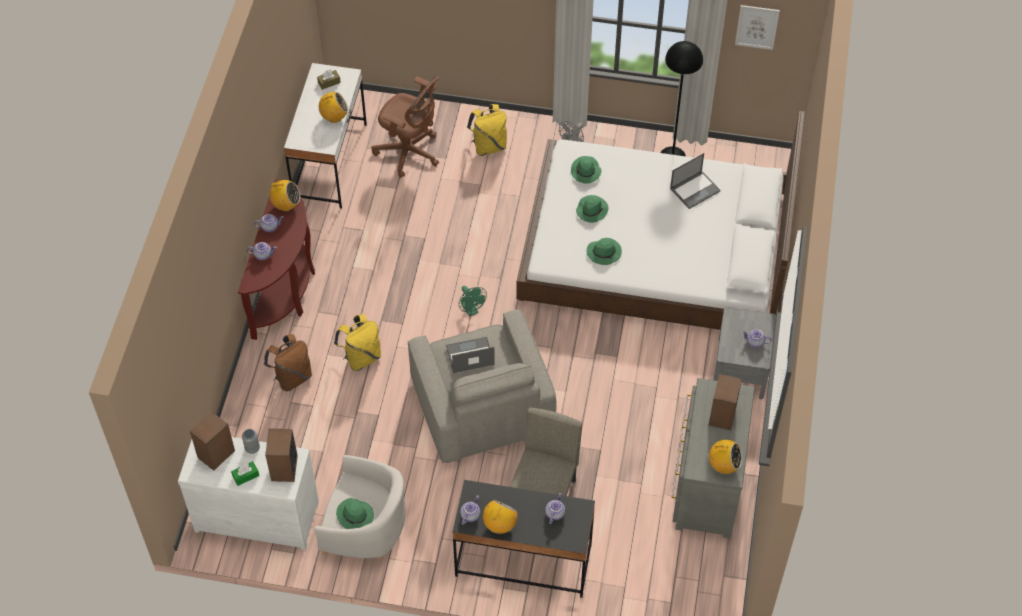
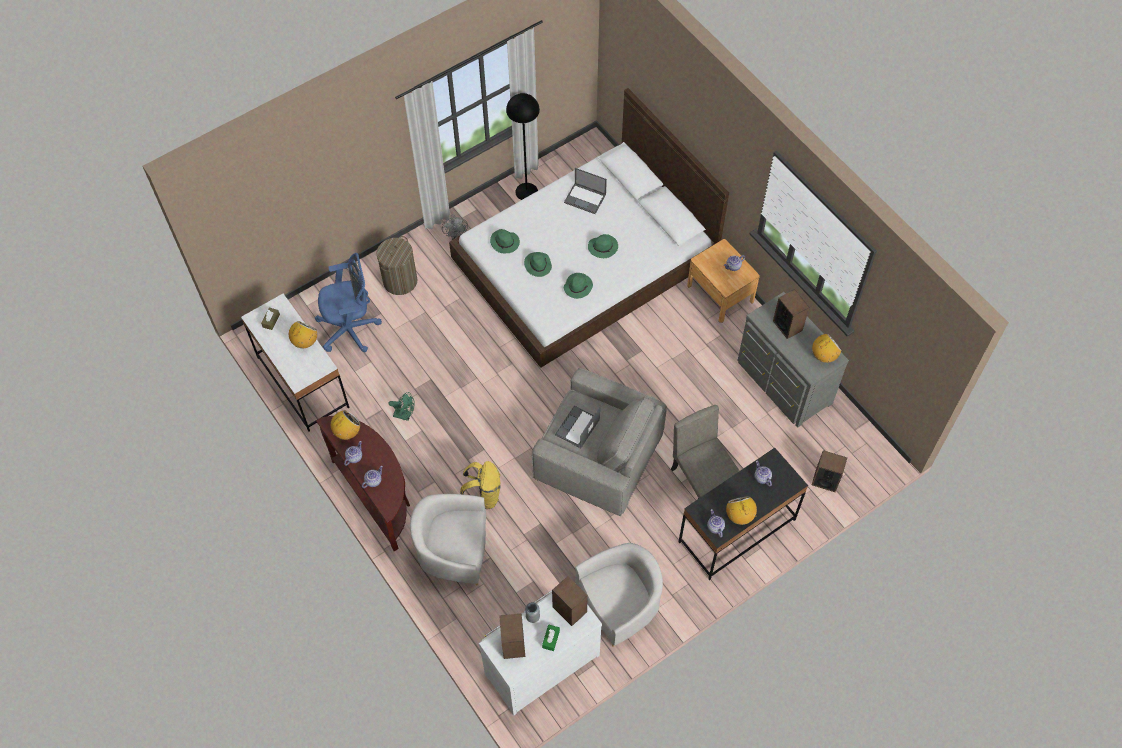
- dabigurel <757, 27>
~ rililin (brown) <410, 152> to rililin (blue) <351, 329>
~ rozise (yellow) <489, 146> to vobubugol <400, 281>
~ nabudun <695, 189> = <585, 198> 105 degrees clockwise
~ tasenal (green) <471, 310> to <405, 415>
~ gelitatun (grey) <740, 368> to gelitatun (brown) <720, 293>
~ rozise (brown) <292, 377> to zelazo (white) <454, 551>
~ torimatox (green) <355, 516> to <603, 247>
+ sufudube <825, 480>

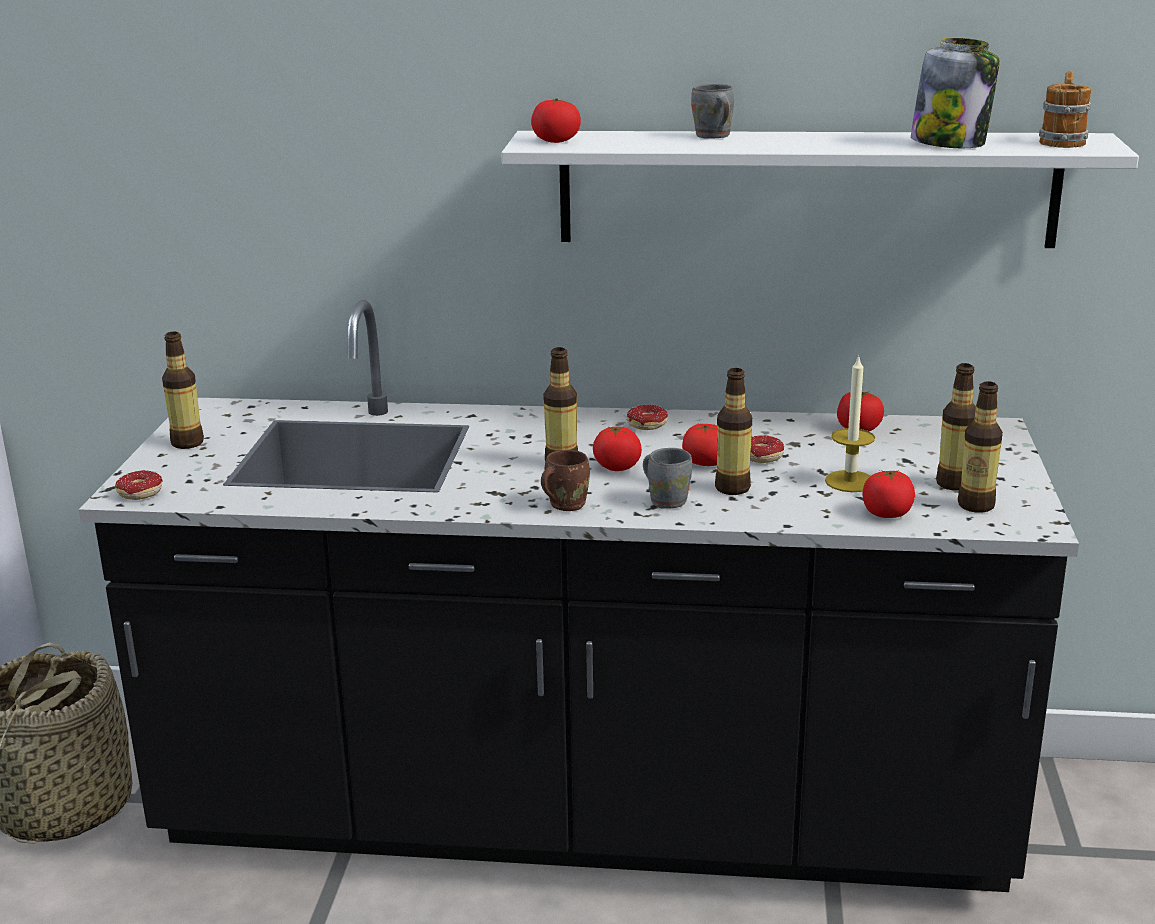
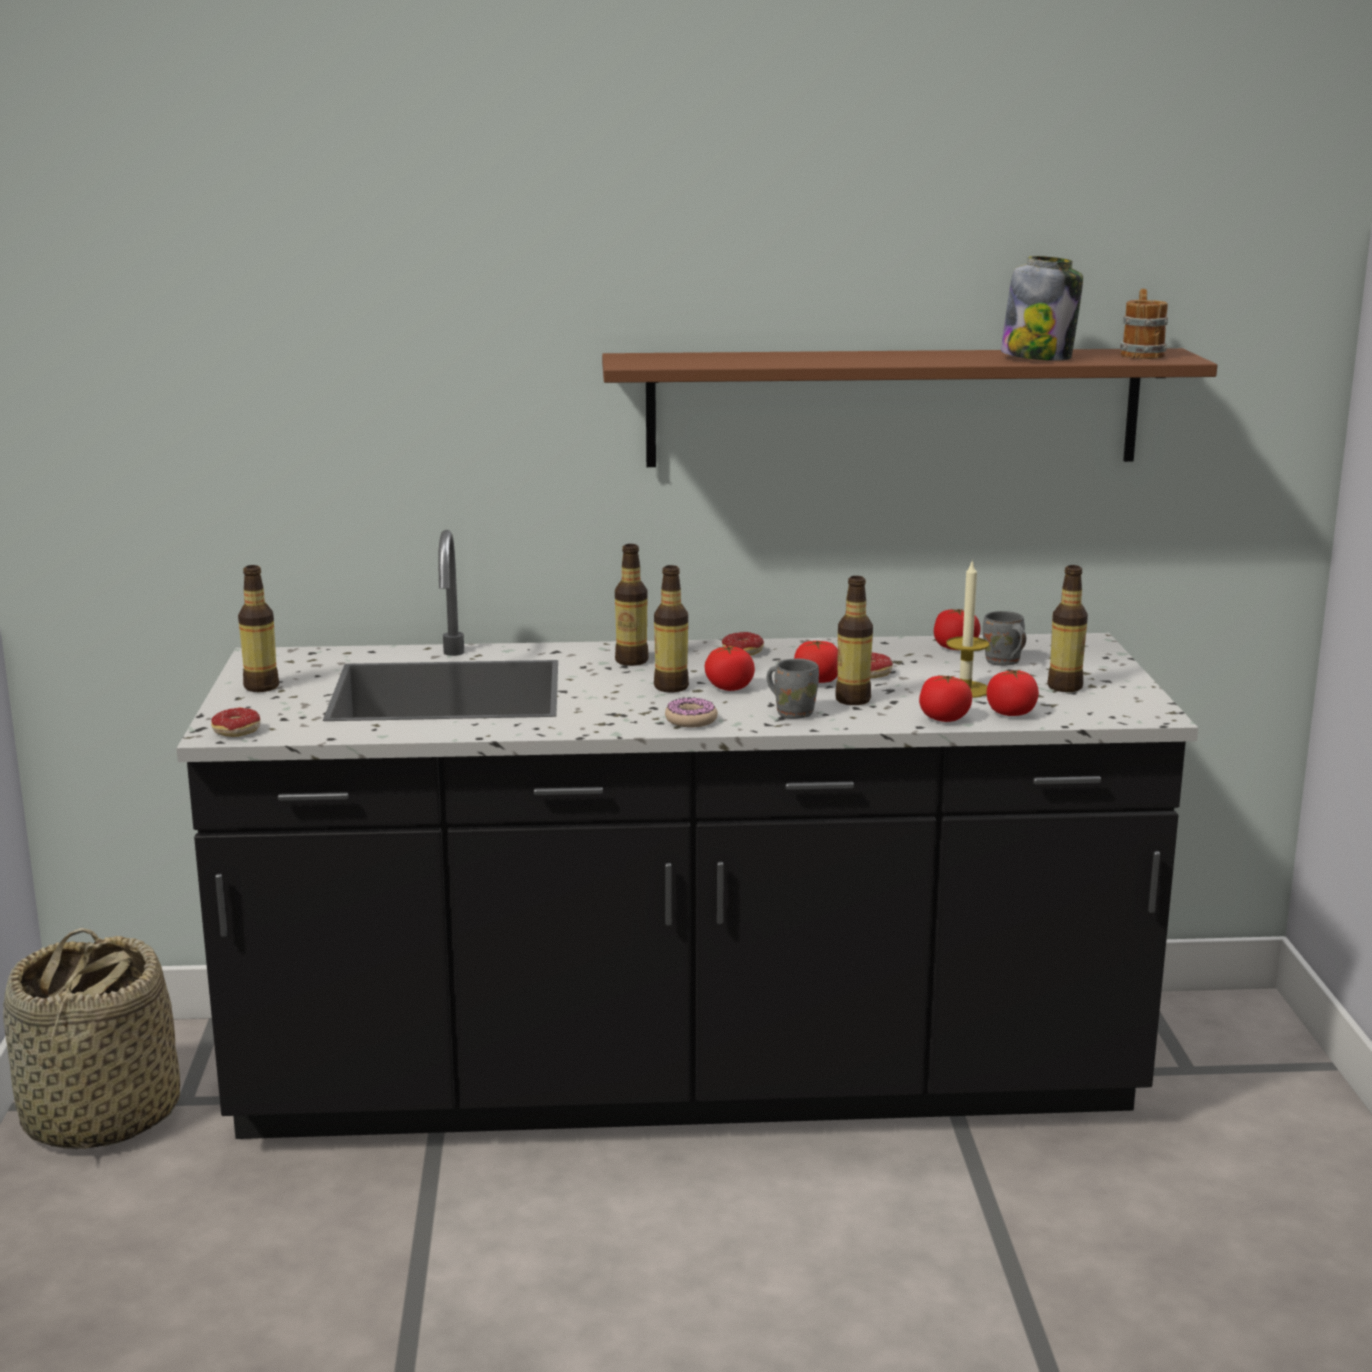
~ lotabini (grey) <711, 136> to <1002, 662>
~ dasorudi <556, 141> to <944, 718>
~ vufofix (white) <806, 188> to vufofix (brown) <893, 407>
~ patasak <976, 505> to <631, 661>
~ lotabini (brown) <564, 504> to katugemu <691, 720>

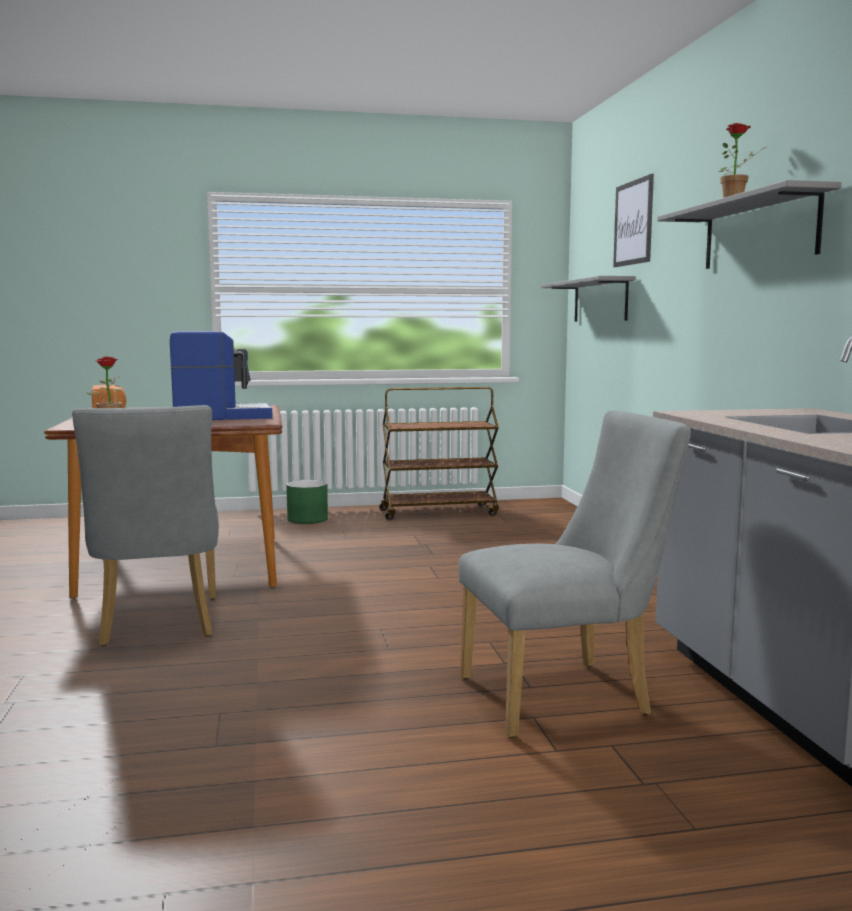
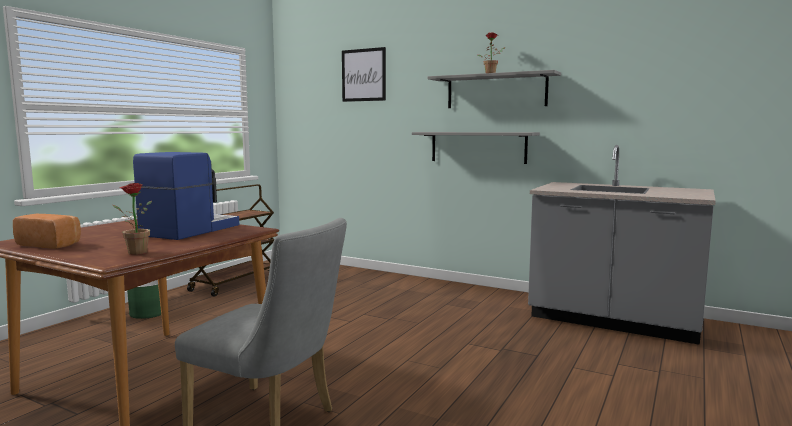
~ vufofix (grey) <600, 301> to <478, 147>
- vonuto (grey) <566, 695>

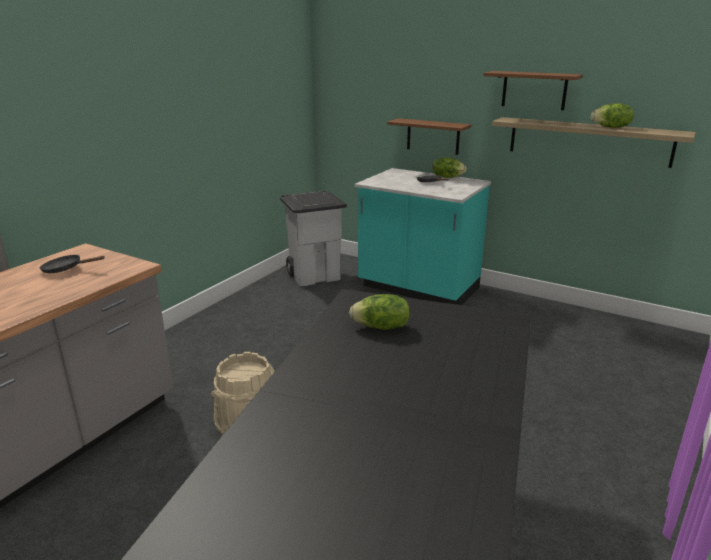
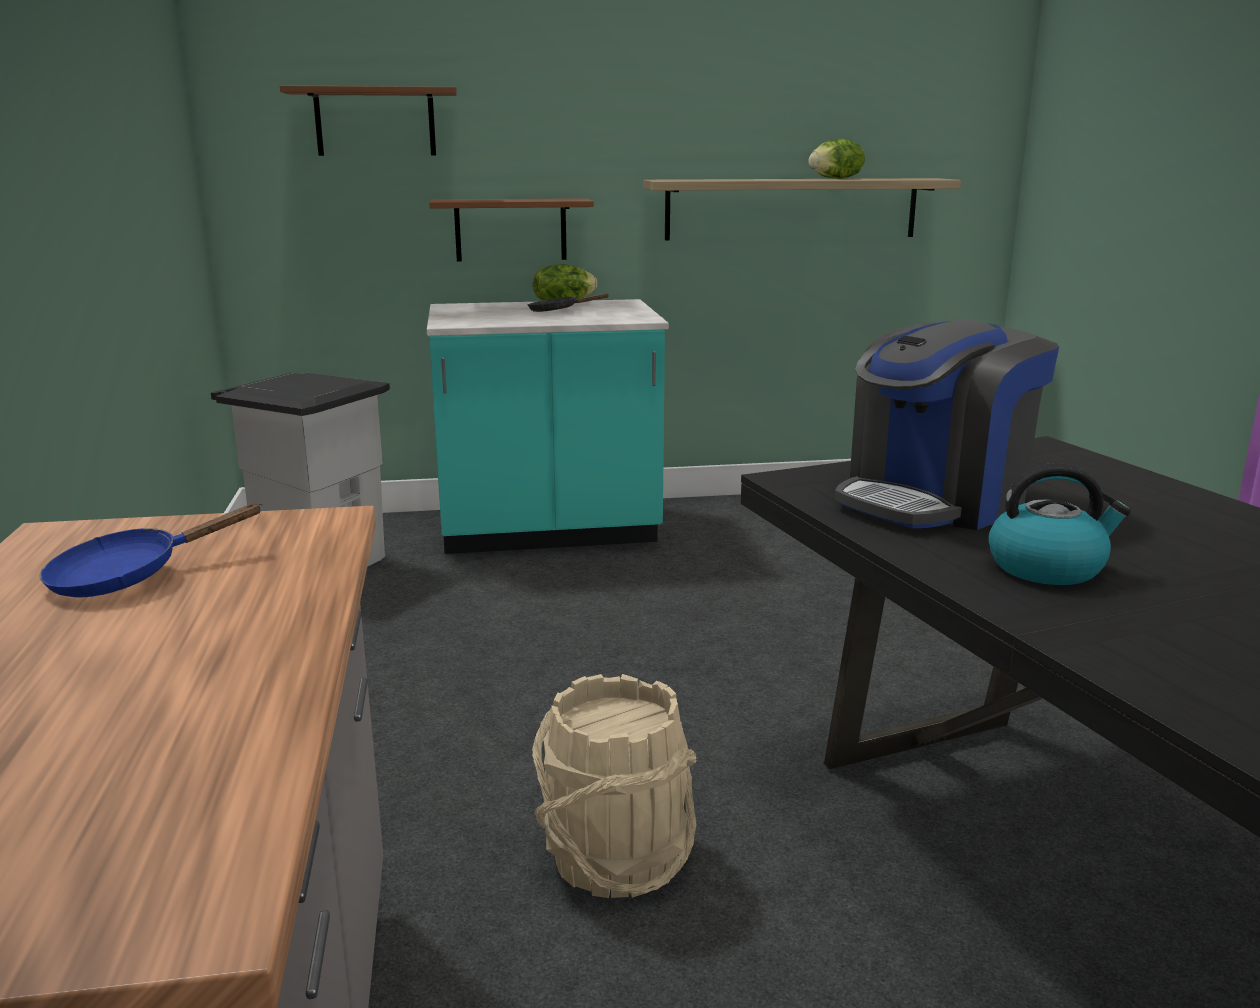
~ vufofix (brown) <534, 90> to <375, 122>
~ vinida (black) <66, 269> to vinida (blue) <129, 576>
~ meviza <381, 327> to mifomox <935, 500>
+ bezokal <1047, 567>

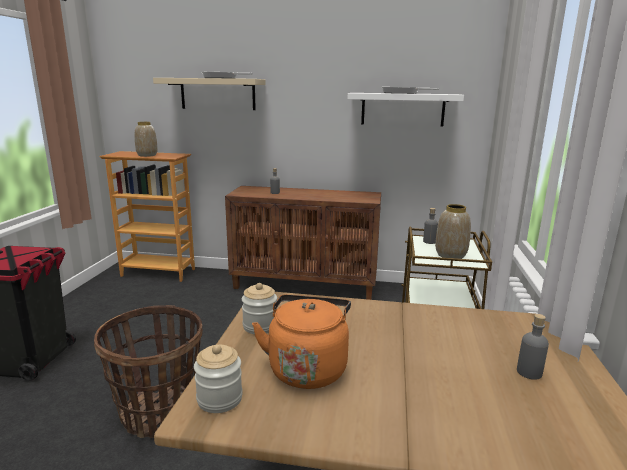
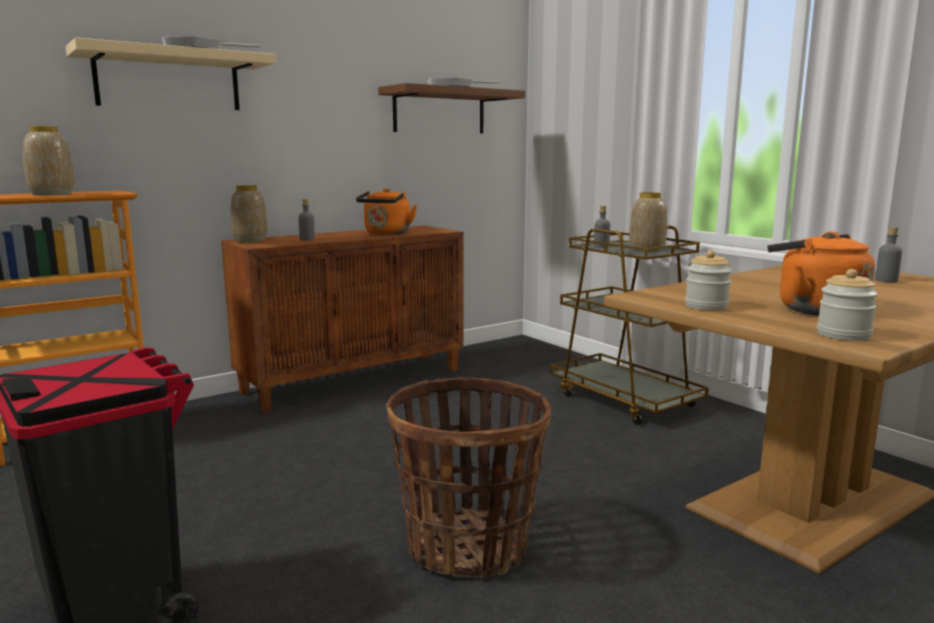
~ vufofix (white) <402, 109> to vufofix (brown) <439, 111>
+ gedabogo <250, 240>
+ bezokal (orange) <386, 233>

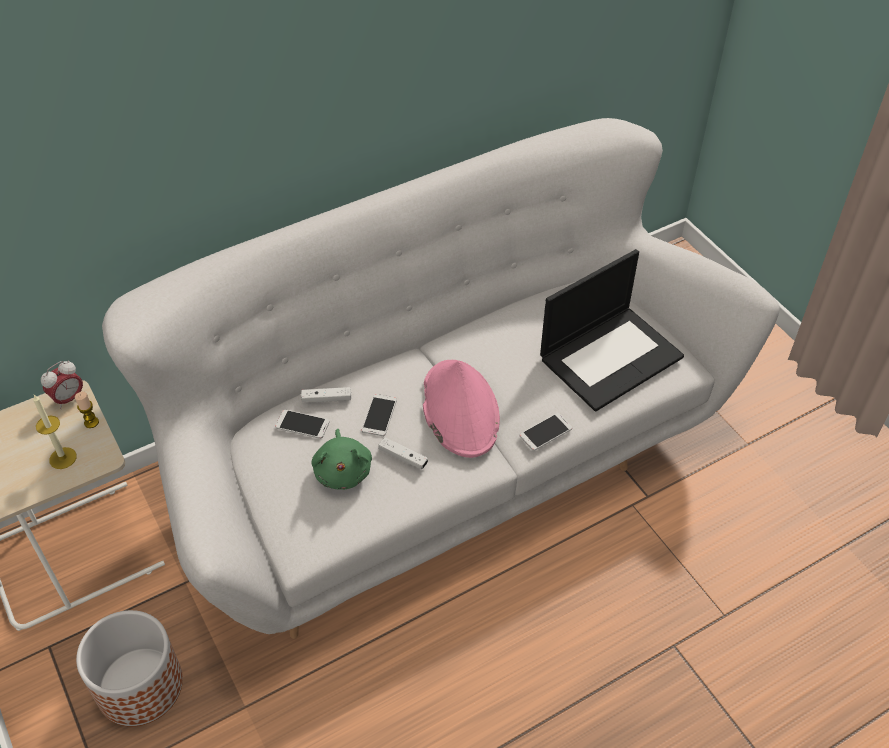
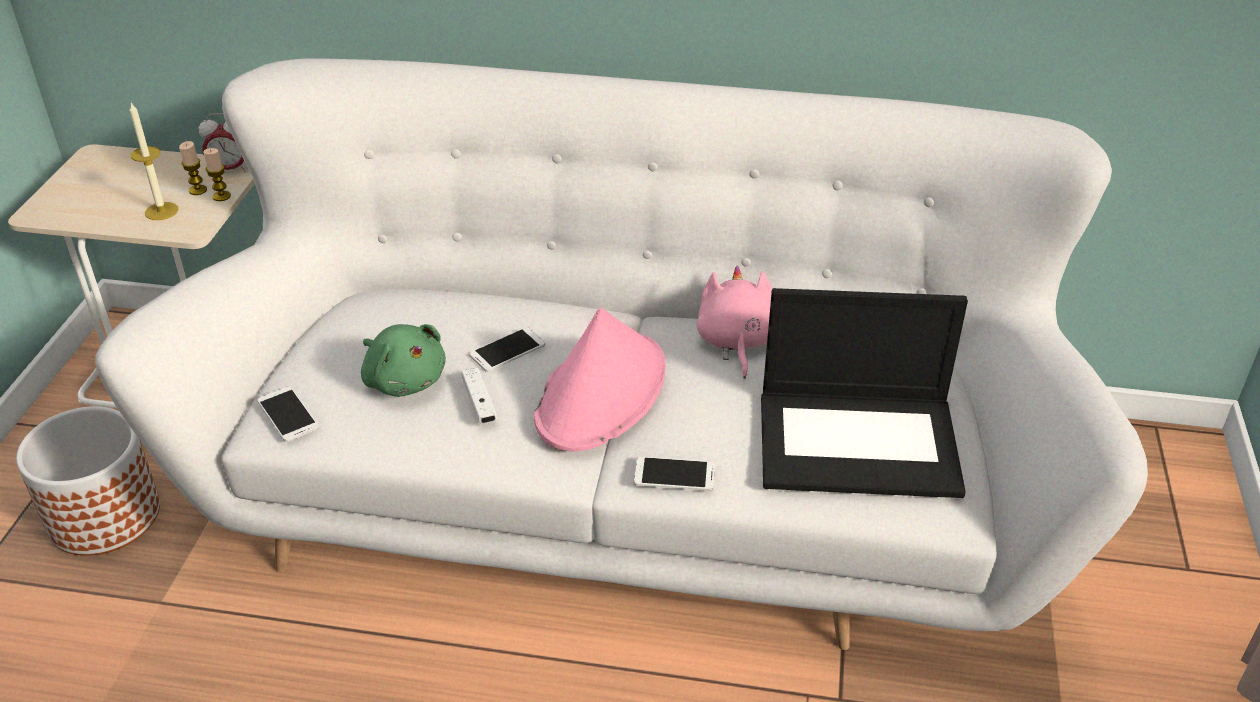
- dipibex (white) <326, 399>
~ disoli <302, 424> to <288, 414>
~ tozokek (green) <343, 471> = <404, 379> 75 degrees counterclockwise
+ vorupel <198, 190>
+ tozokek (pink) <735, 342>

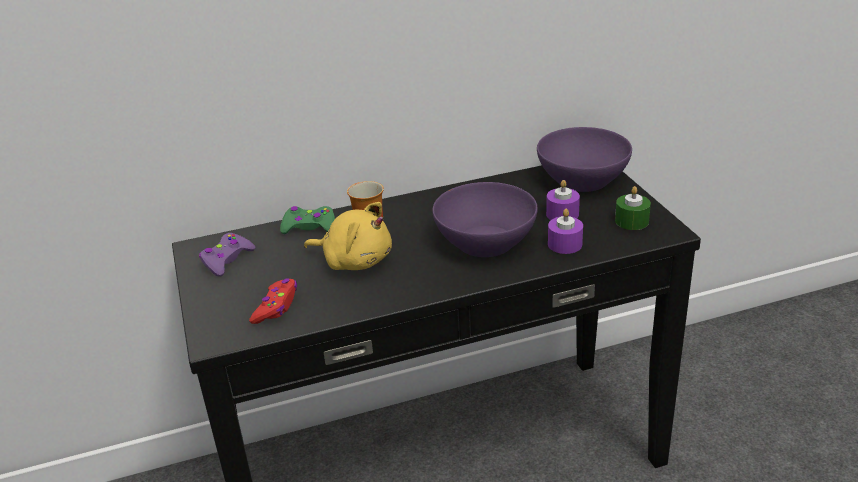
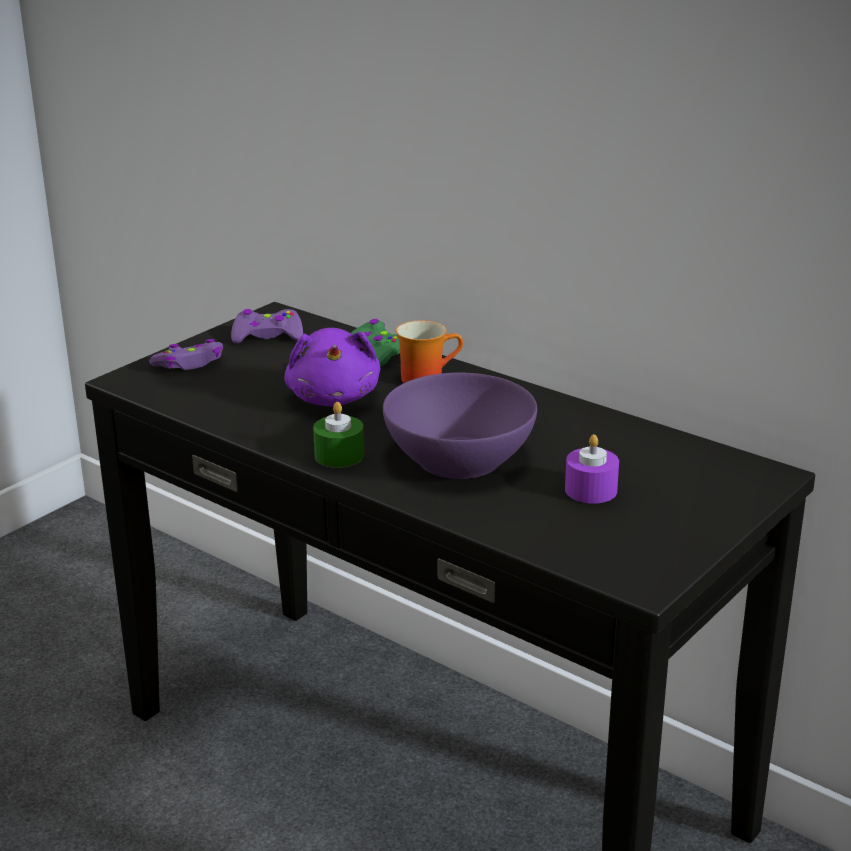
- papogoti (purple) <582, 179>
~ vorupel (green) <631, 221> to <339, 455>
~ tozokek (yellow) <355, 261> to tozokek (purple) <334, 397>
- vorupel (purple) <565, 244>
- dipibex (red) <276, 307>
+ dipibex (purple) <190, 364>

